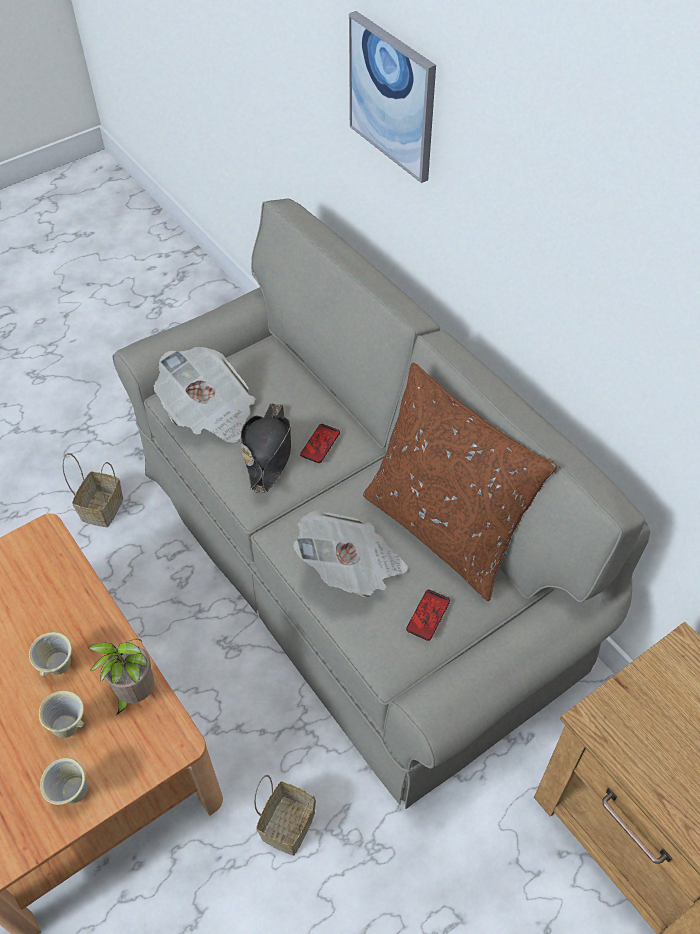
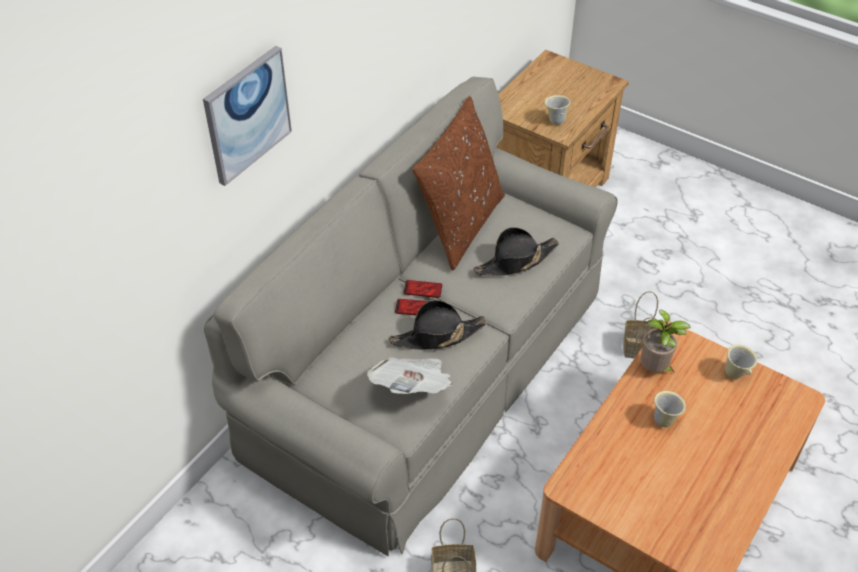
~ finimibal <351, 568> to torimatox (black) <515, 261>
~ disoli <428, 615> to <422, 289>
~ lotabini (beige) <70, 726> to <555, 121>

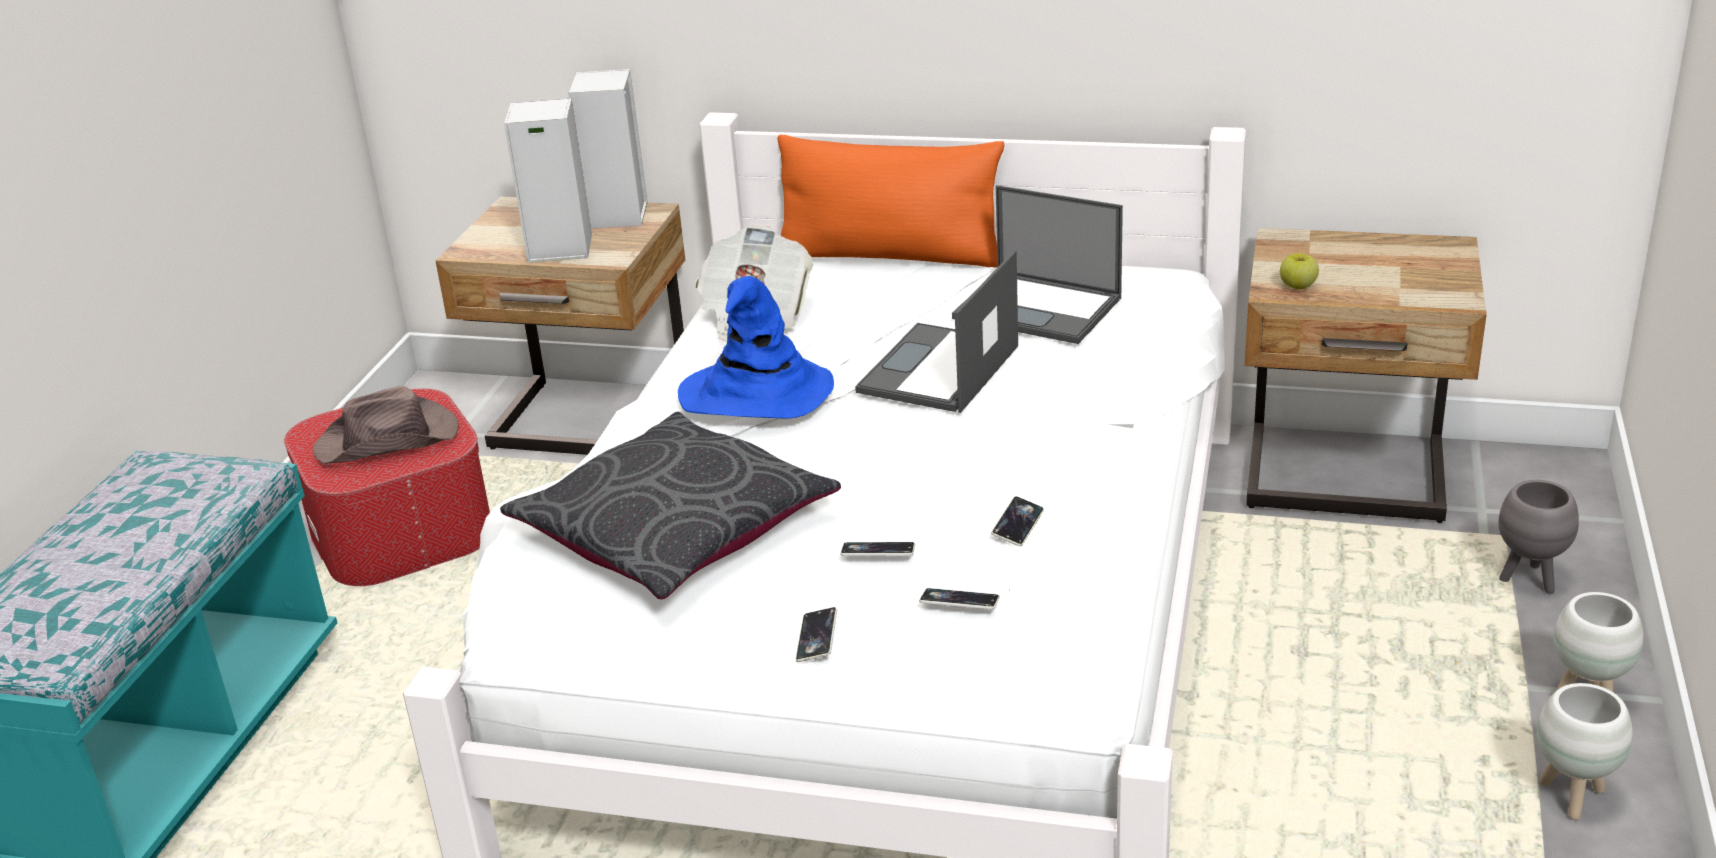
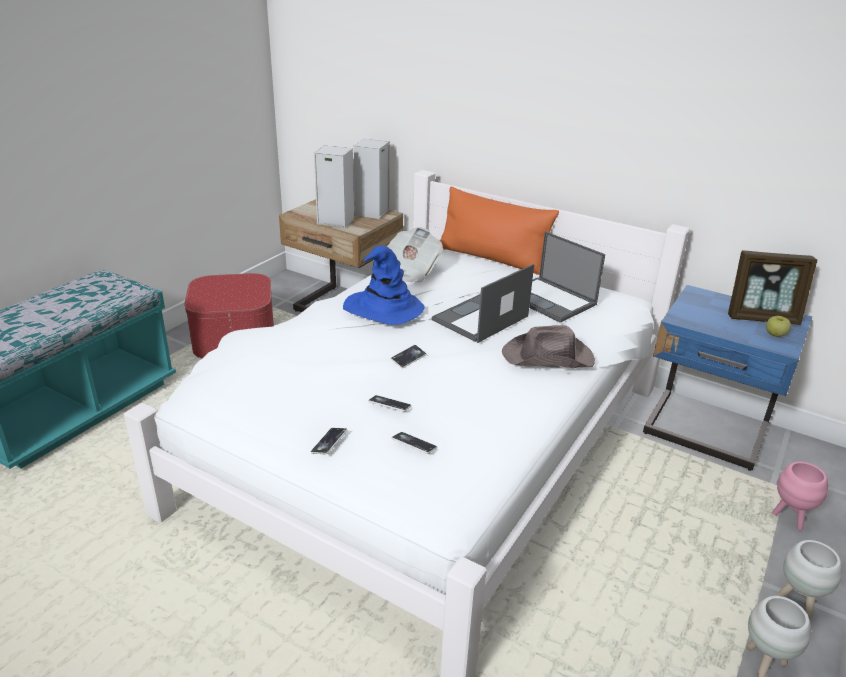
~ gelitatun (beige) <1346, 480> to gelitatun (blue) <705, 433>
~ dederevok <1298, 286> to <775, 335>
~ torimatox (brown) <389, 441> to <548, 357>
- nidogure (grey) <674, 529>
~ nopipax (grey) <1529, 580> to nopipax (pink) <790, 518>
~ disoli <1018, 525> to <408, 358>
+ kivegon <762, 318>

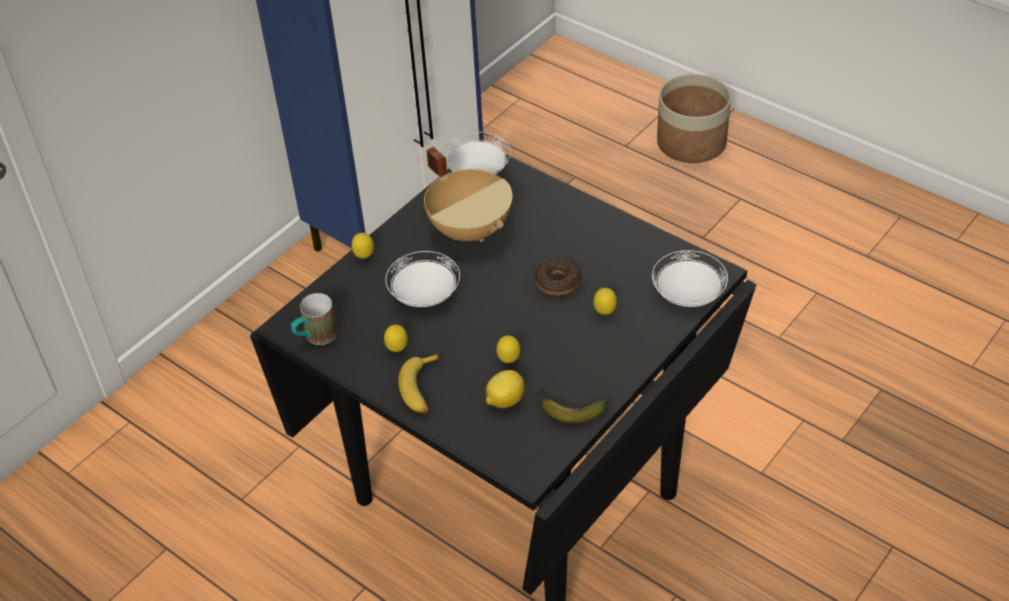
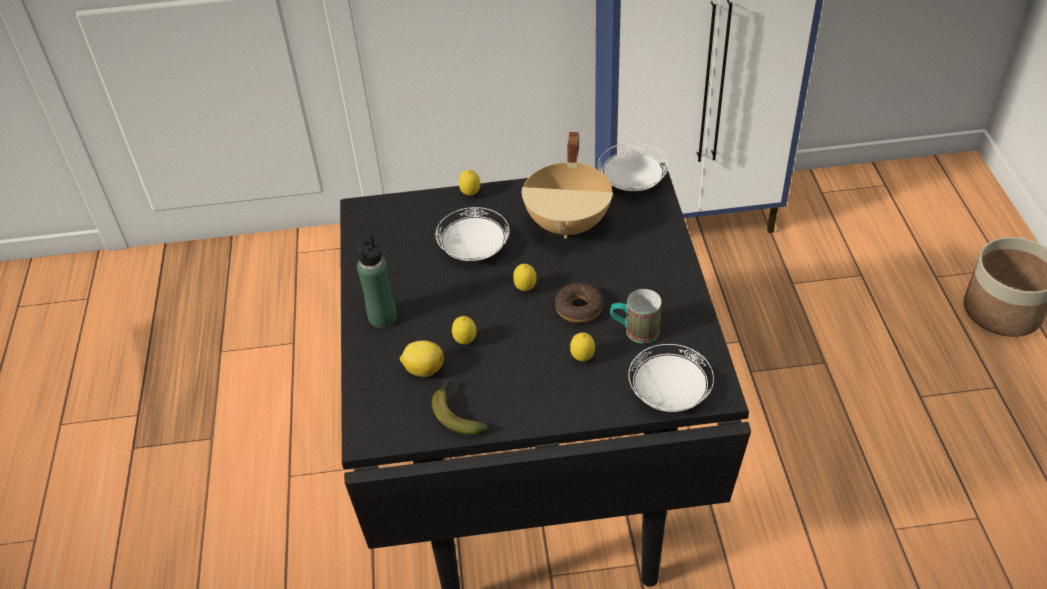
~ lotabini <315, 337> to <634, 331>
~ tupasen <397, 349> to <525, 289>
~ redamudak <422, 389> to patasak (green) <382, 317>

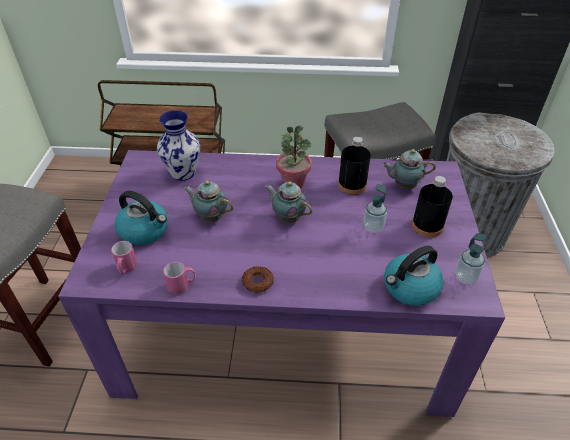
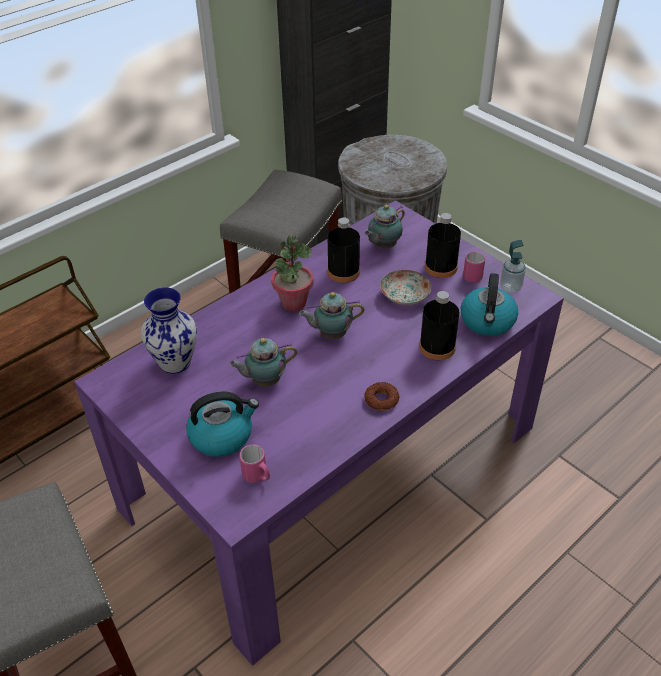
~ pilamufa <373, 227> to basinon <405, 295>
~ lotabini (pink) <182, 286> to <473, 275>
+ patasak (black) <437, 347>

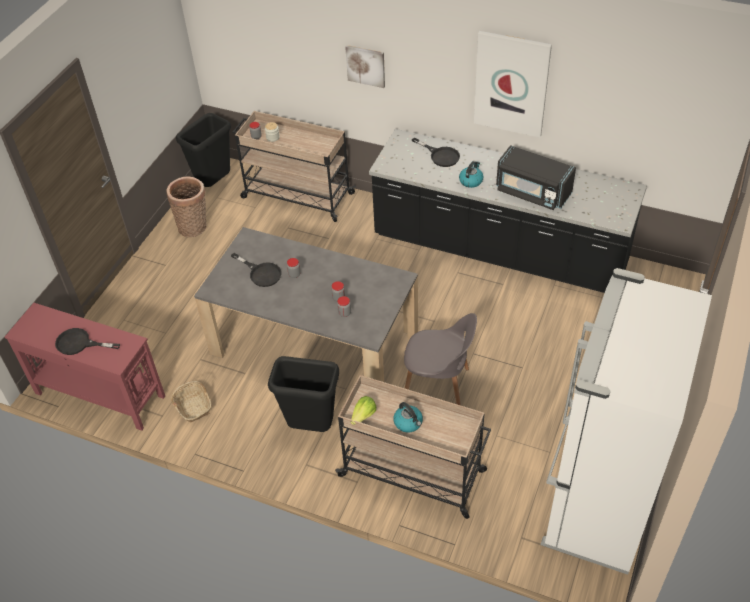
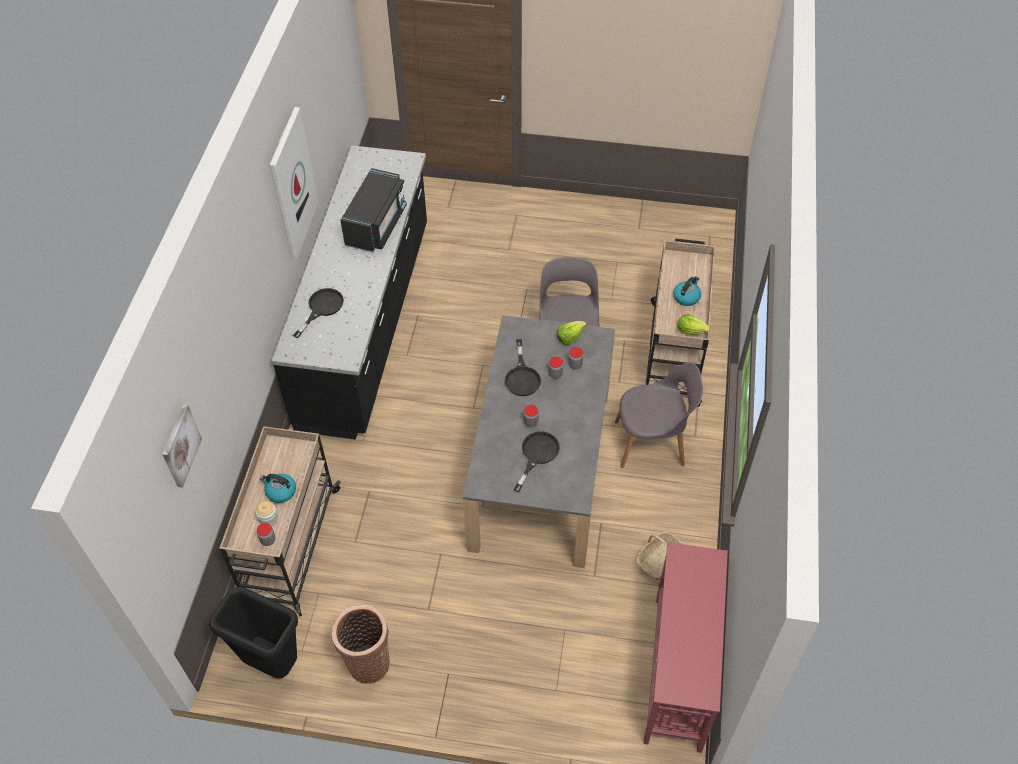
~ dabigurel <366, 65> to <180, 446>
~ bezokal <471, 181> to <280, 491>
- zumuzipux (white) <596, 503>
~ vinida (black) <79, 344> to <522, 377>
~ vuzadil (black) <310, 428> to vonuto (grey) <651, 443>
+ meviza <570, 336>

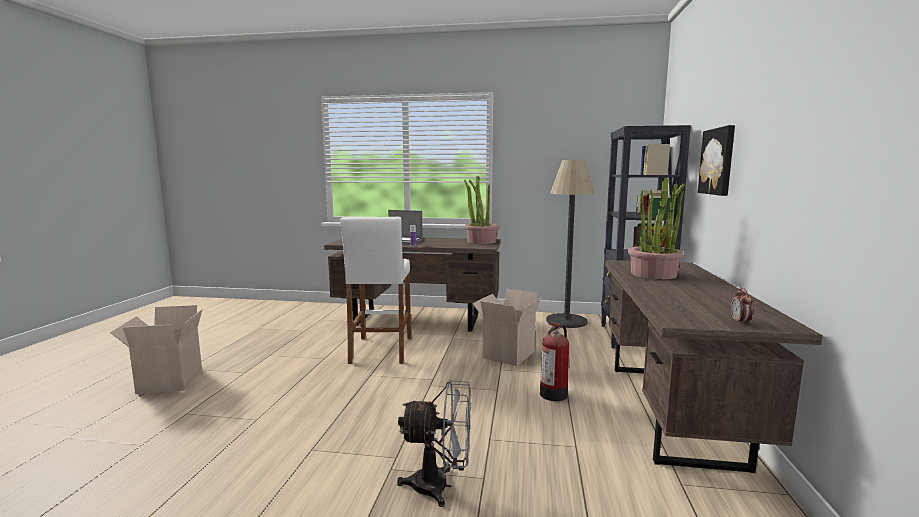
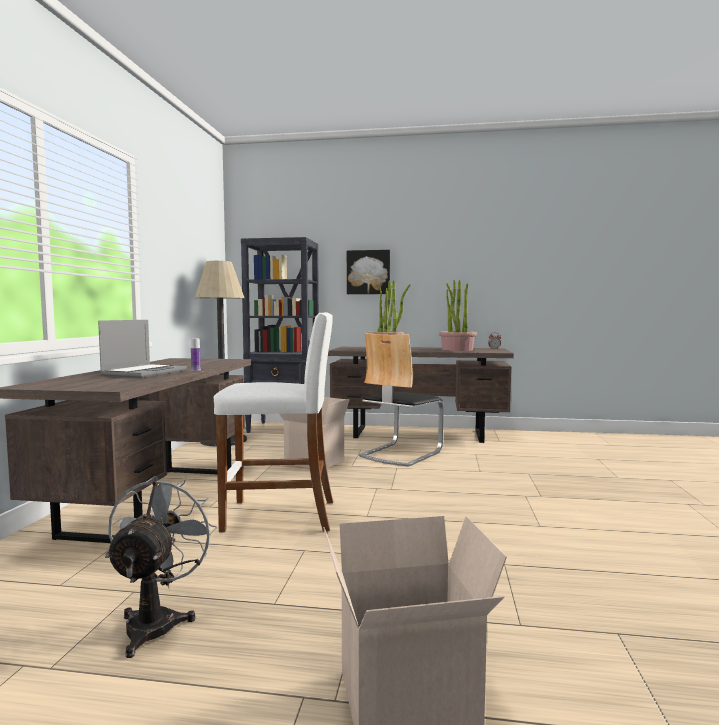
~ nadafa <481, 241> to <457, 349>
~ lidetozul <554, 393> to vonuto <400, 453>
~ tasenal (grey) <440, 486> to <157, 621>

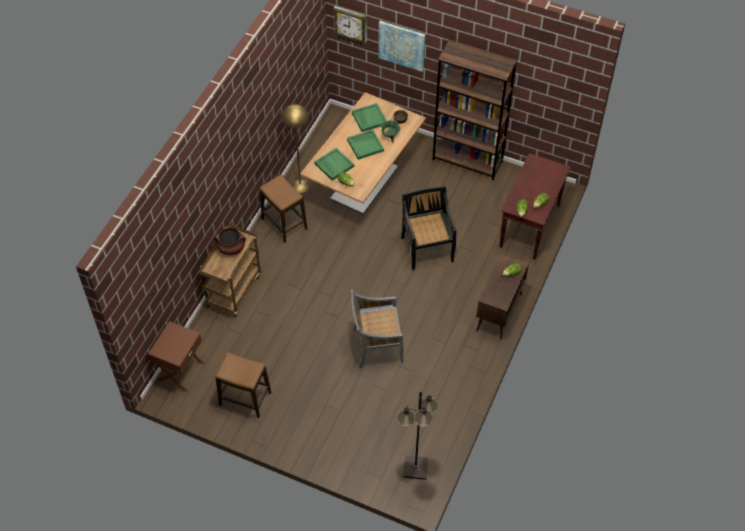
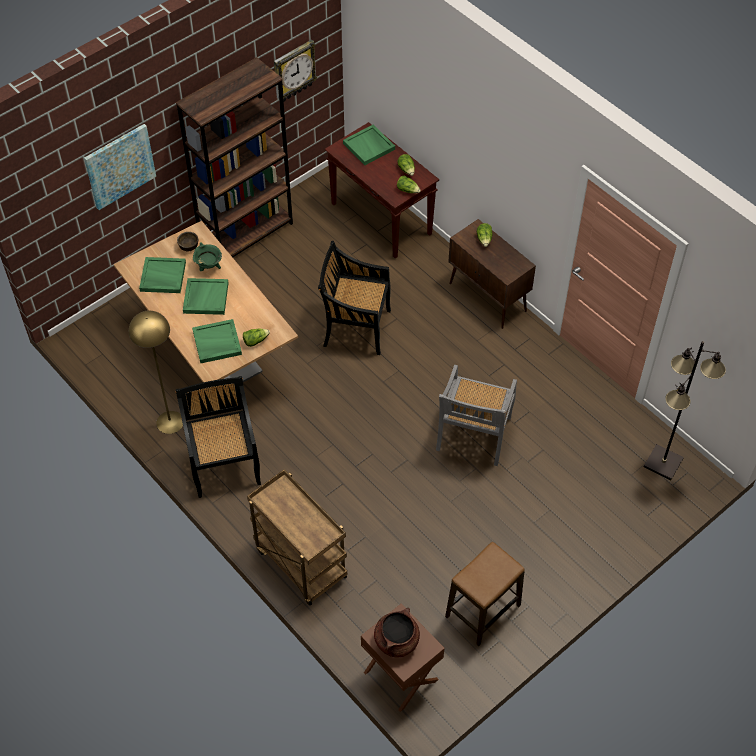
~ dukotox <351, 25> to <294, 71>
~ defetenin <284, 224> to vonuto (black) <224, 464>
~ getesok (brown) <231, 248> to <396, 640>
+ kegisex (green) <369, 146>

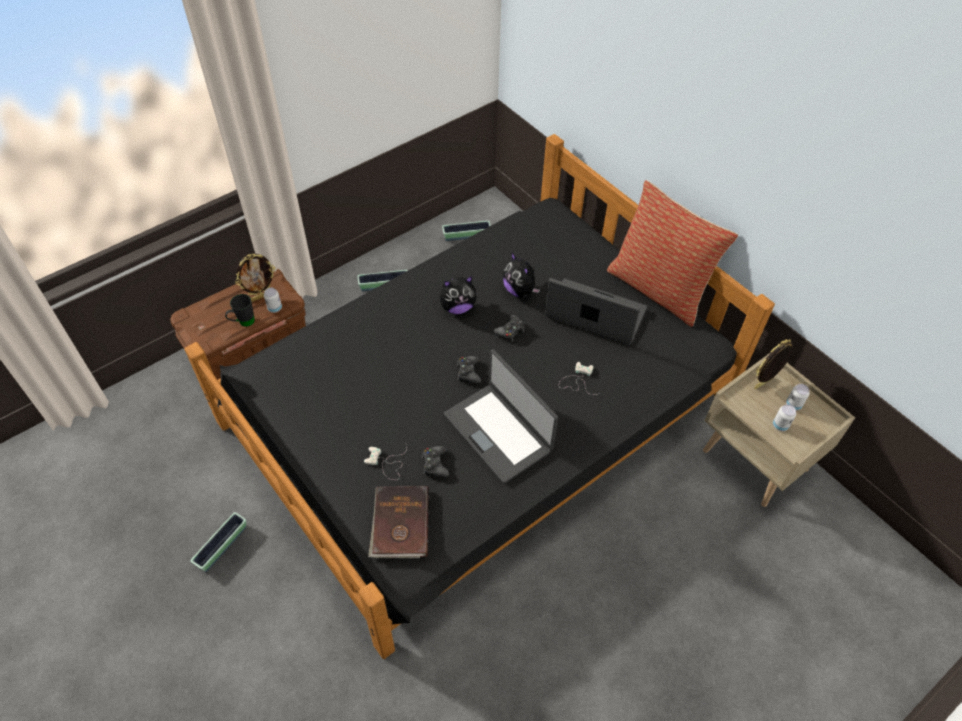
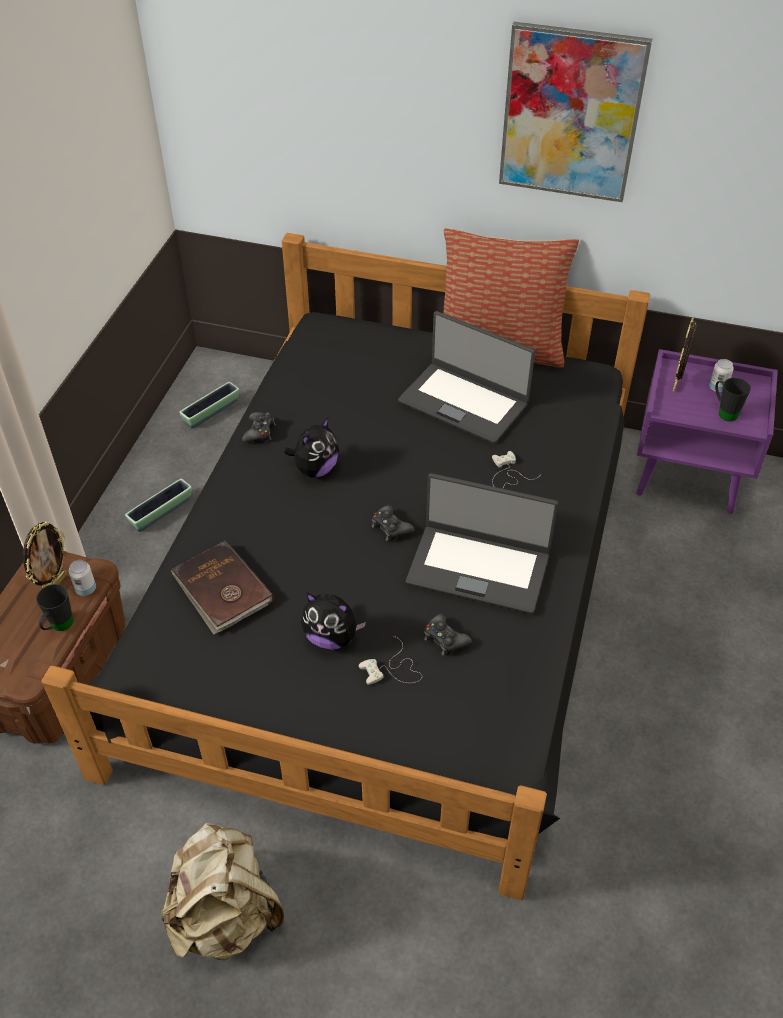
~ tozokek <520, 290> to <331, 637>
~ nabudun <595, 314> = <464, 402> 135 degrees counterclockwise
~ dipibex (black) <510, 331> to <259, 432>
~ gelitatun (beige) <756, 460> to gelitatun (purple) <689, 476>
~ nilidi <780, 425> to lotabini (black) <724, 412>
~ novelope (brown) <400, 524> to <222, 590>
~ nopipax <222, 546> to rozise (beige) <225, 915>
+ dabigurel <571, 114>

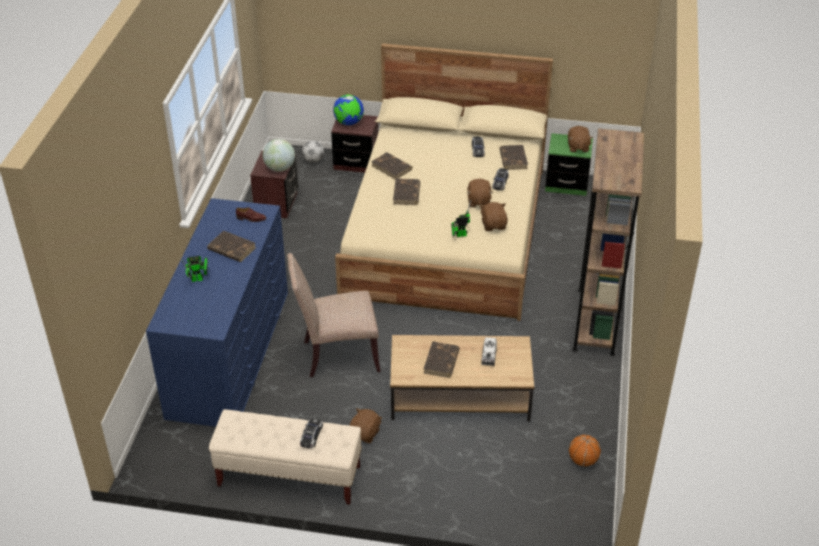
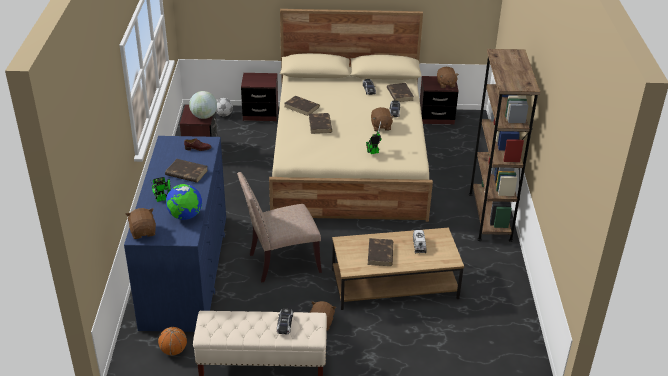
~ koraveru <348, 122> to <185, 216>
~ gelitatun (green) <566, 184> to gelitatun (brown) <436, 117>
~ tozokek (brown) <493, 225> to <143, 232>
~ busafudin <583, 460> to <174, 351>

